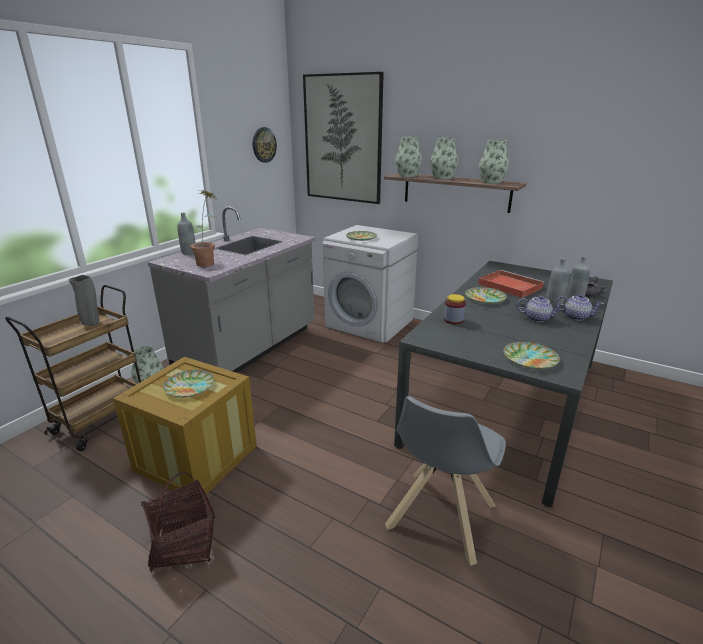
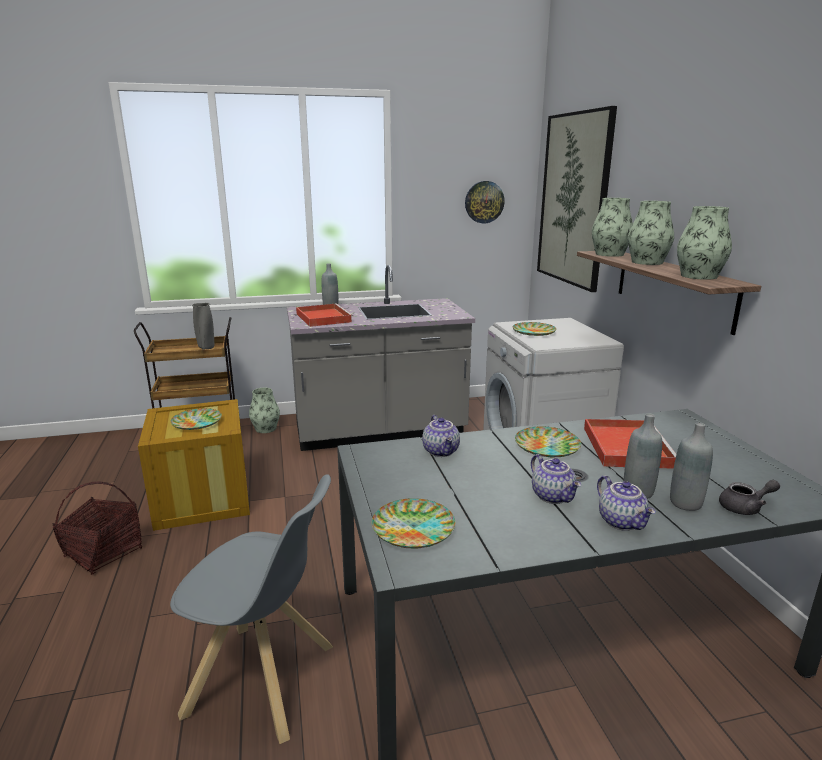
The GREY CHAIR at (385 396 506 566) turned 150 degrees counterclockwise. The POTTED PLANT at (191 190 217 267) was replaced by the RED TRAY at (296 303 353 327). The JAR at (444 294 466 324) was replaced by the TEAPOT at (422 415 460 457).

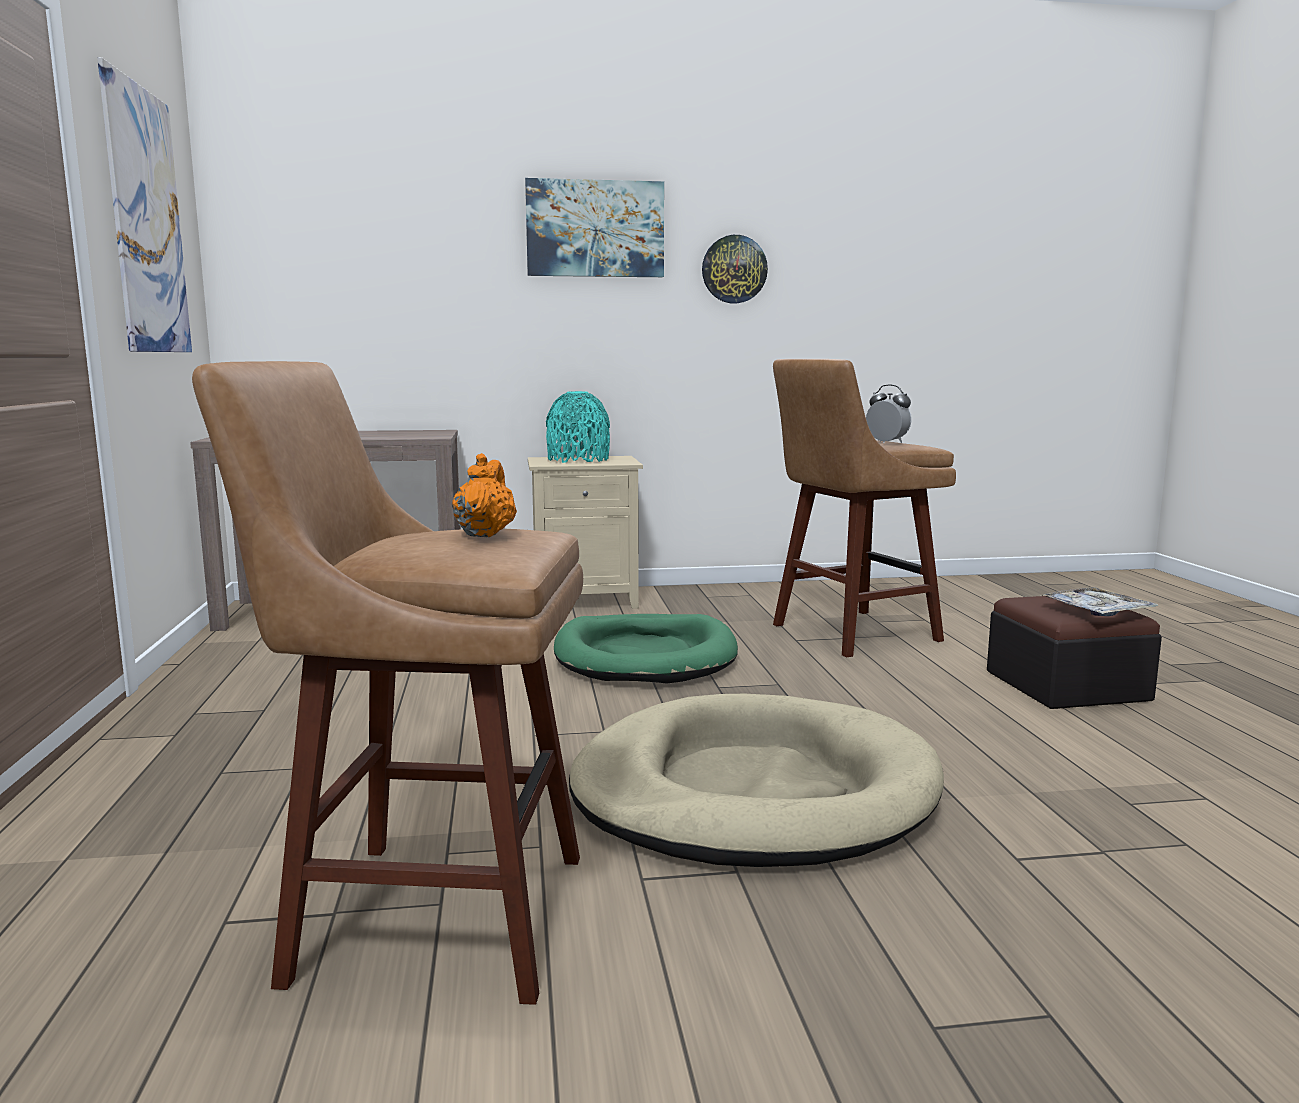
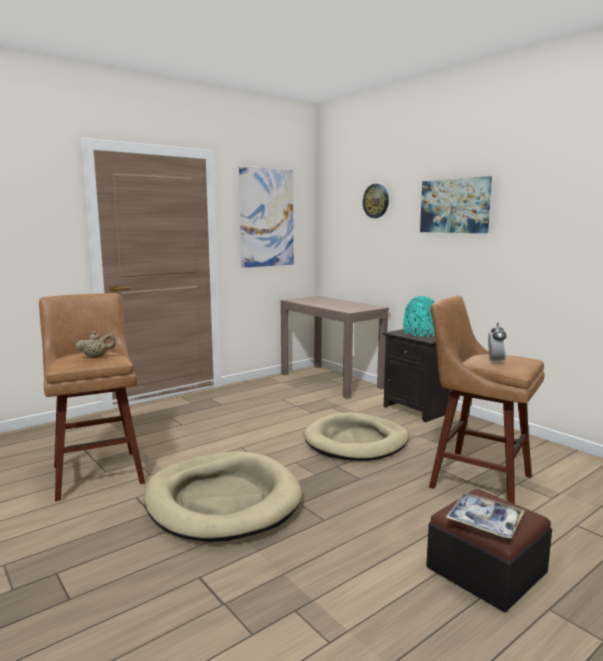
The ORANGE TEAPOT at (452 453 517 537) became the BEIGE TEAPOT at (76 331 116 358). The GREEN DOG BED at (554 614 738 683) became the BEIGE DOG BED at (303 412 409 461). The WALL CLOCK moved from (702 235 768 303) to (363 184 389 218). The BEIGE NIGHTSTAND at (528 456 643 609) became the BLACK NIGHTSTAND at (383 328 451 422).

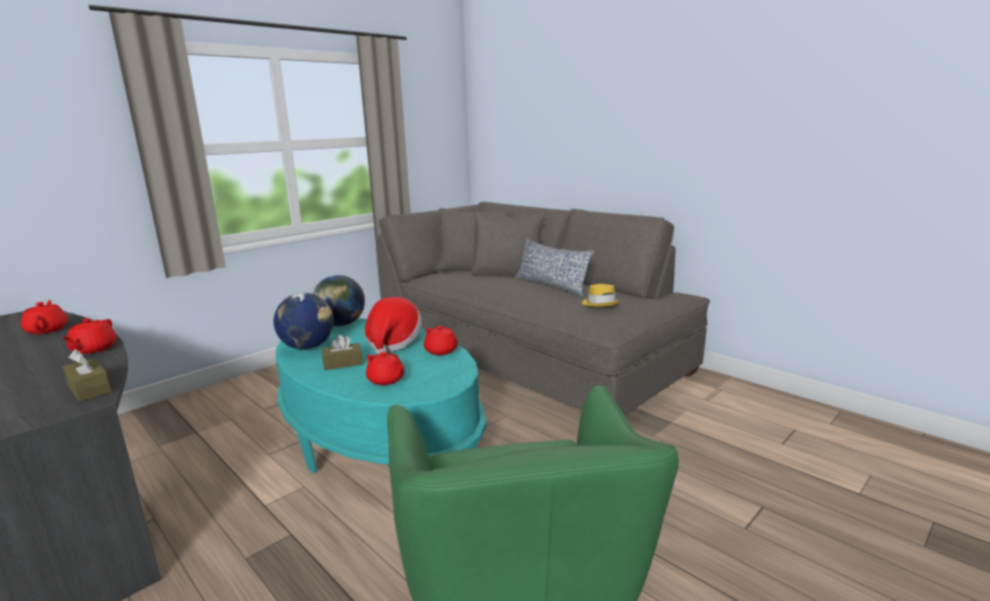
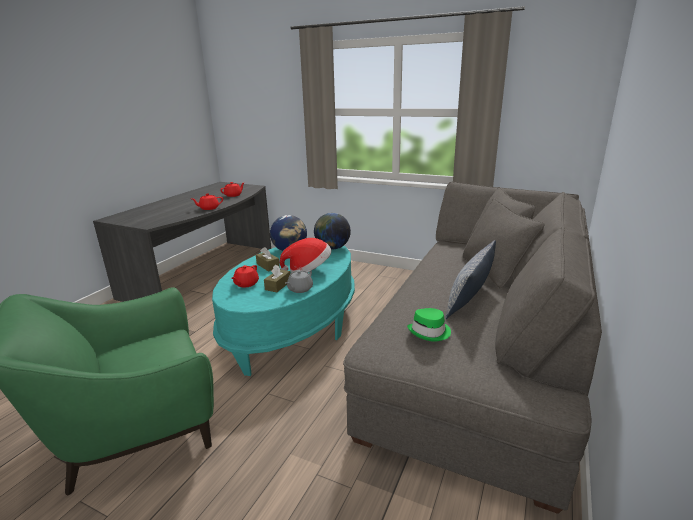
The BROWN TISSUE BOX moved from (63 349 112 402) to (264 264 290 292). The RED TEAPOT at (424 326 458 355) became the GREY TEAPOT at (285 270 313 293). The YELLOW HAT at (582 284 619 307) became the GREEN HAT at (407 308 451 342).

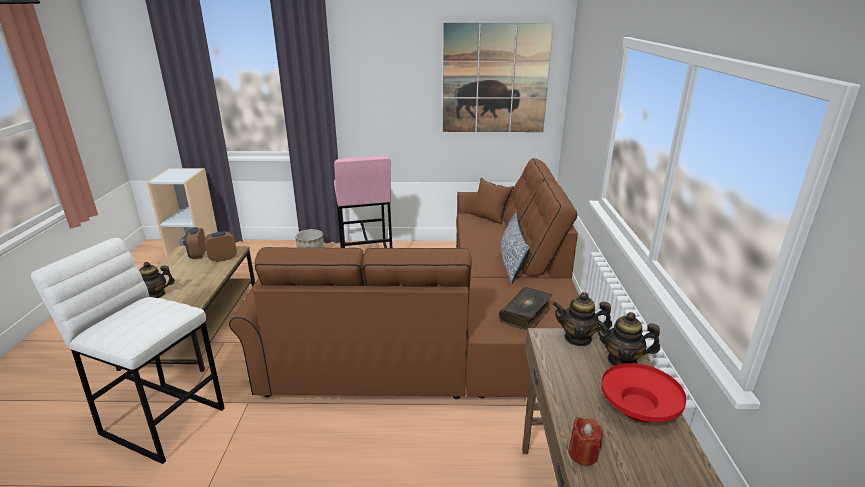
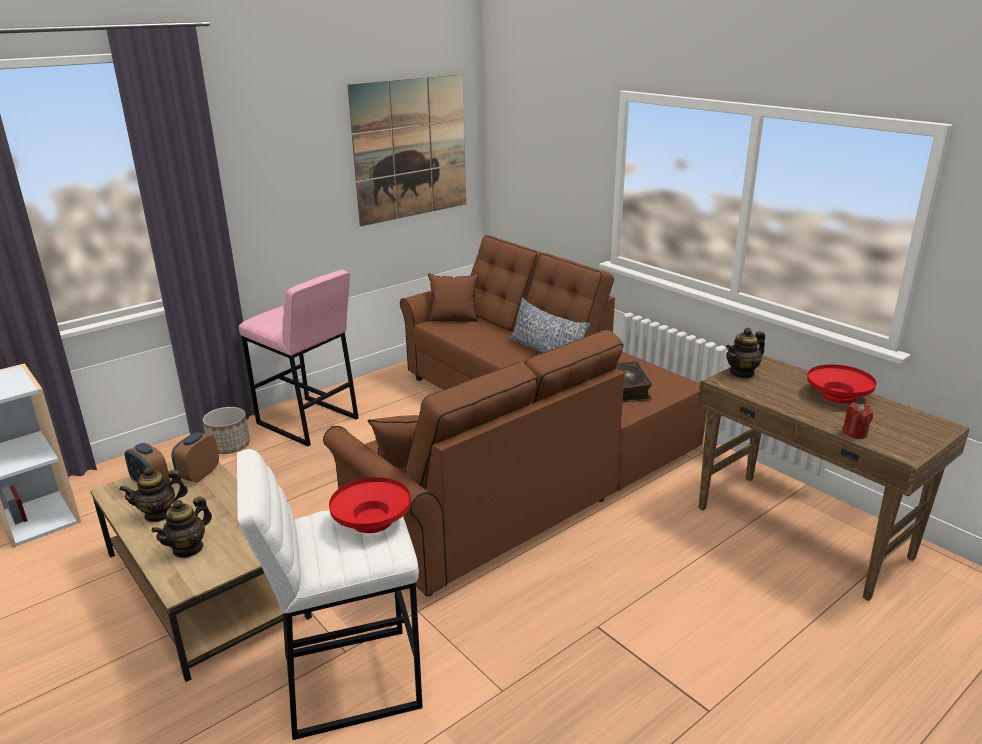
The TEAPOT moved from (596 312 660 366) to (119 467 188 522). The RED BOWL at (329 477 411 533) appeared.

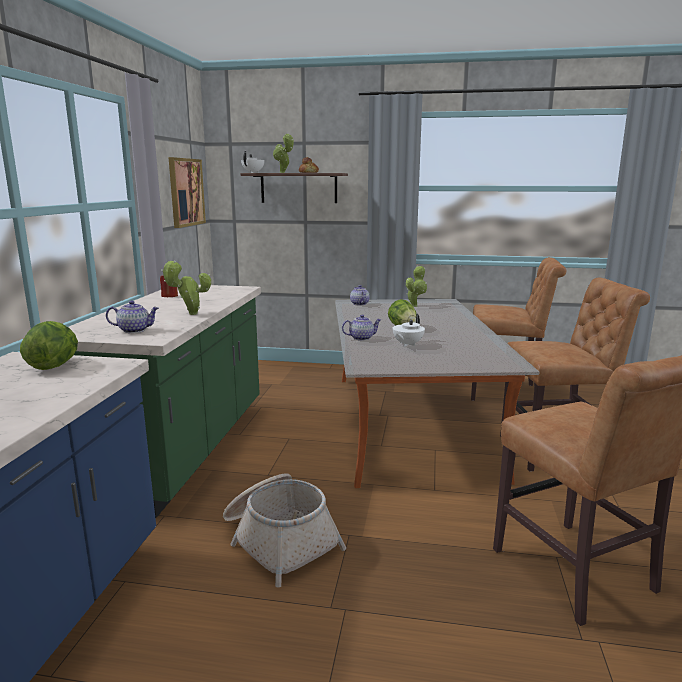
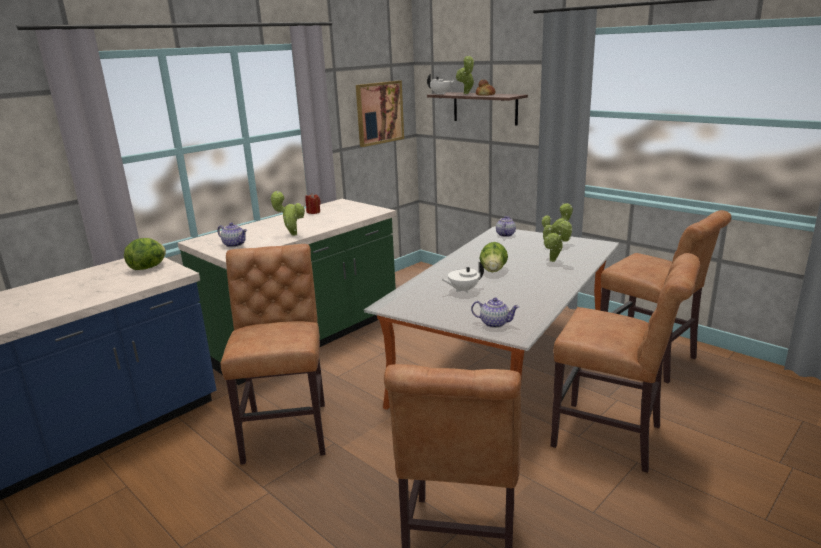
The BASKET at (223 473 346 587) was replaced by the BROWN CHAIR at (220 244 325 465). The TEAPOT moved from (342 315 381 341) to (471 298 519 328). The POTTED PLANT at (543 220 572 262) appeared.

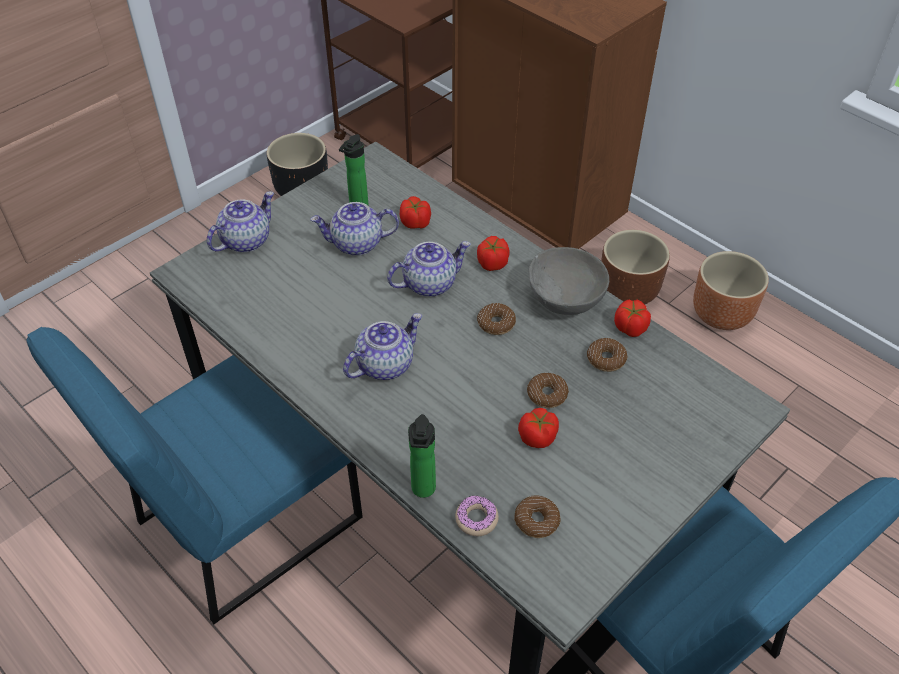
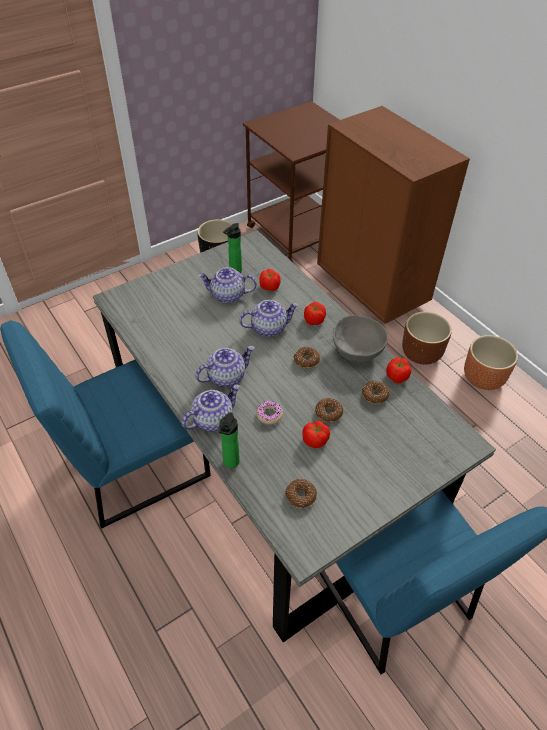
The TEAPOT moved from (207 191 274 253) to (182 385 240 431). The DONUT moved from (455 496 499 536) to (256 401 283 425).

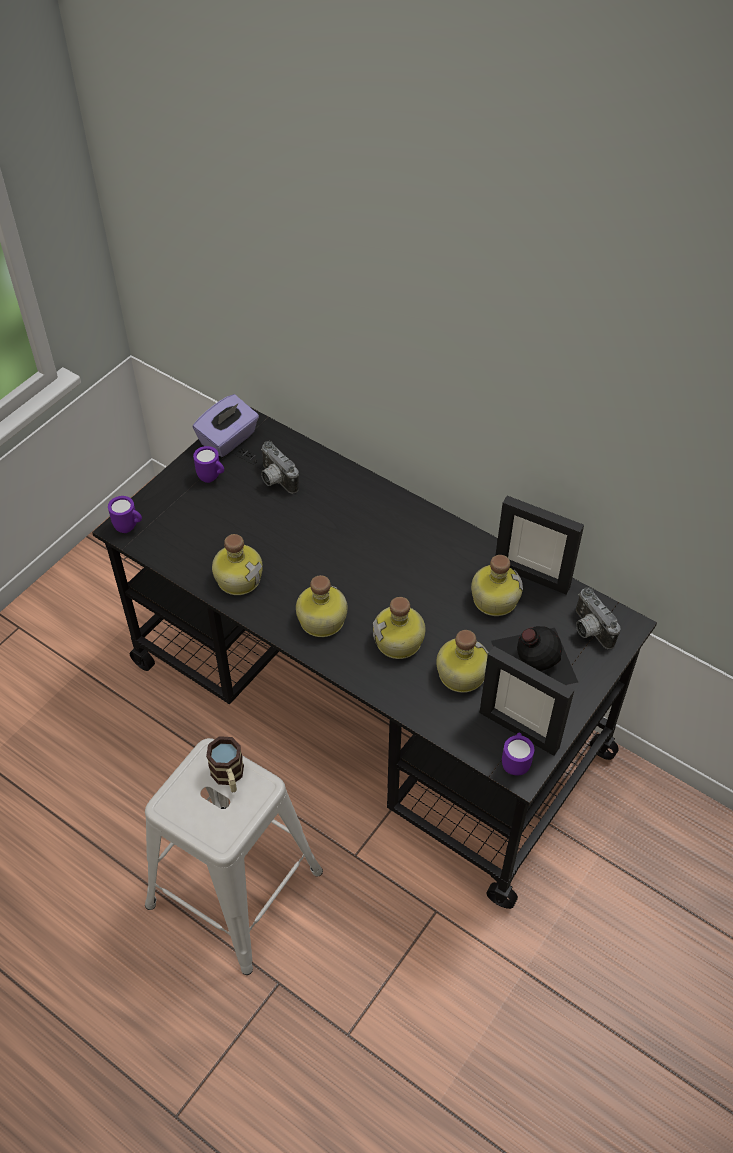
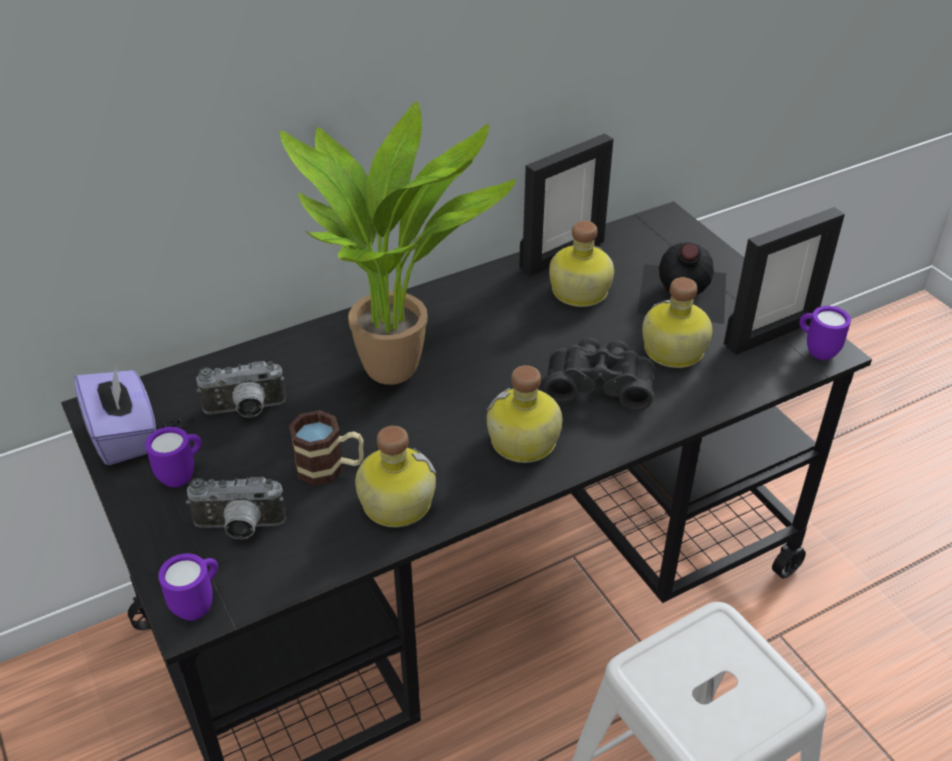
The PHOTO CAMERA moved from (576 587 621 649) to (186 477 286 539). The POTTED PLANT at (280 101 516 385) appeared. The MUG moved from (206 736 244 792) to (289 410 363 485). The BOTTLE at (373 597 426 659) was replaced by the BLACK BINOCULARS at (544 338 655 411).

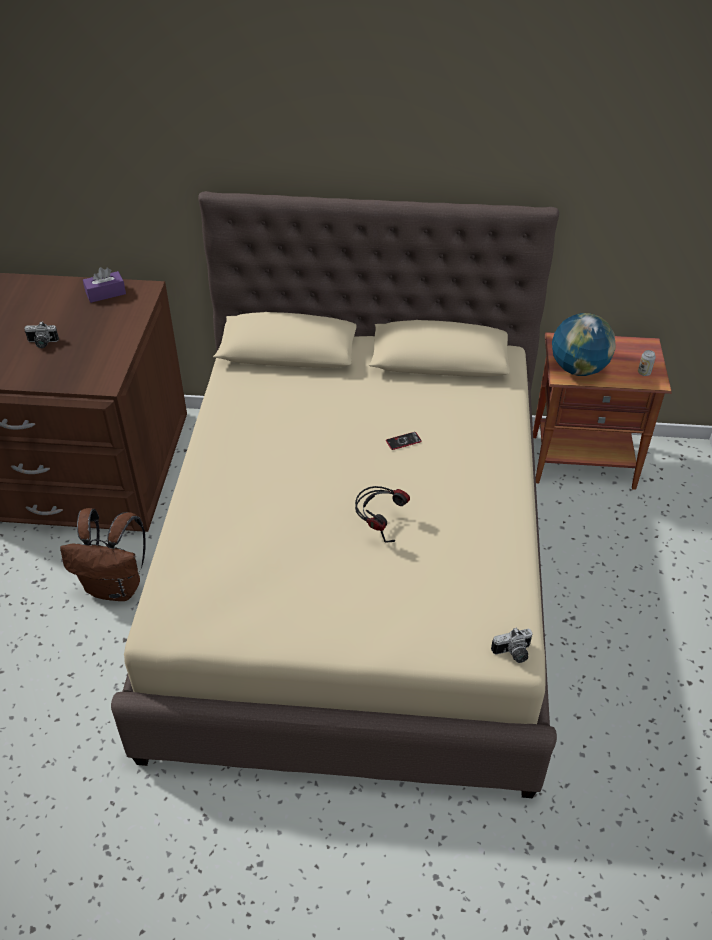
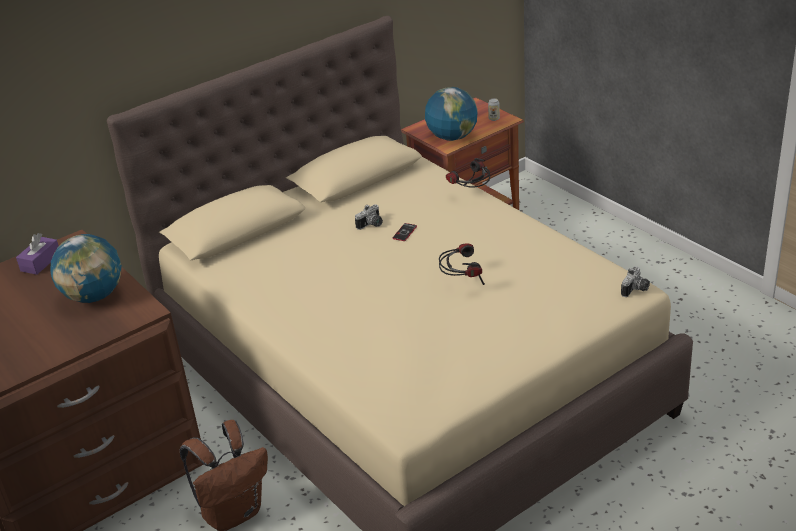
The GLOBE at (50 234 122 303) appeared. The PHOTO CAMERA moved from (24 321 59 348) to (355 204 383 230). The HEADPHONES at (446 158 490 187) appeared.

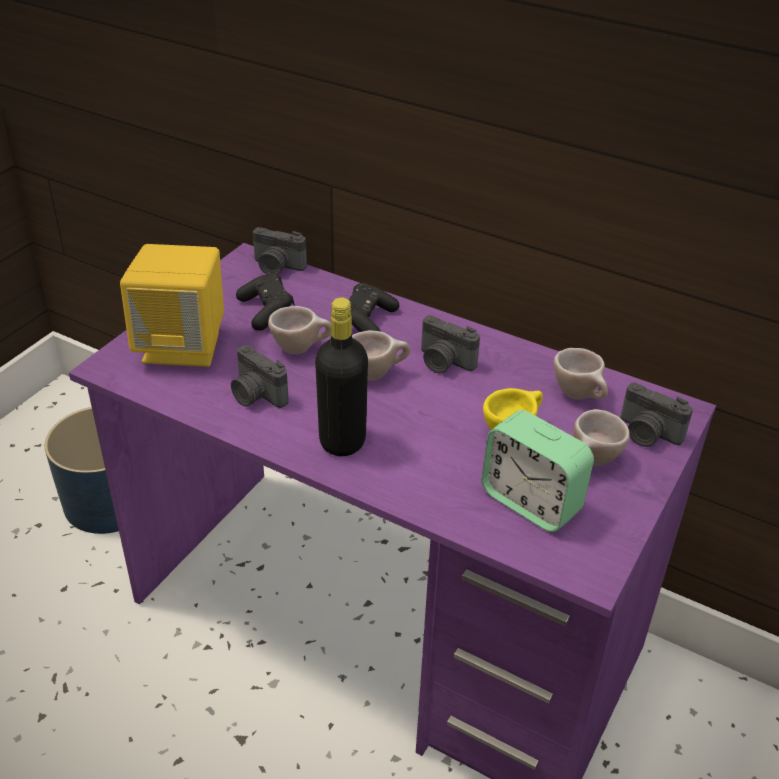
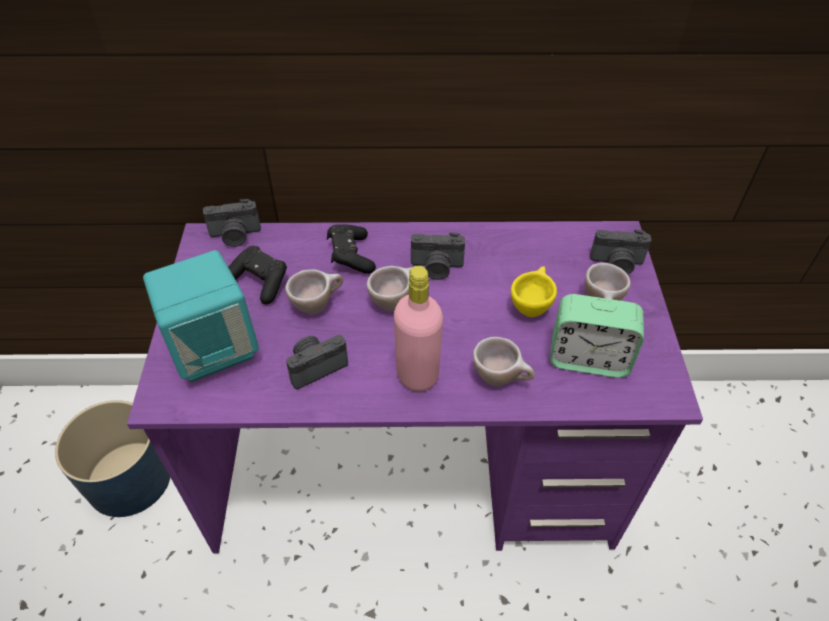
The YELLOW SPEAKER at (120 244 224 367) became the TURQUOISE SPEAKER at (143 250 259 382). The PHOTO CAMERA at (231 345 289 408) turned 135 degrees clockwise. The BLACK BOTTLE at (315 298 368 456) became the PINK BOTTLE at (394 266 443 392). The BEIGE CUP moved from (554 348 608 400) to (473 337 535 386).

